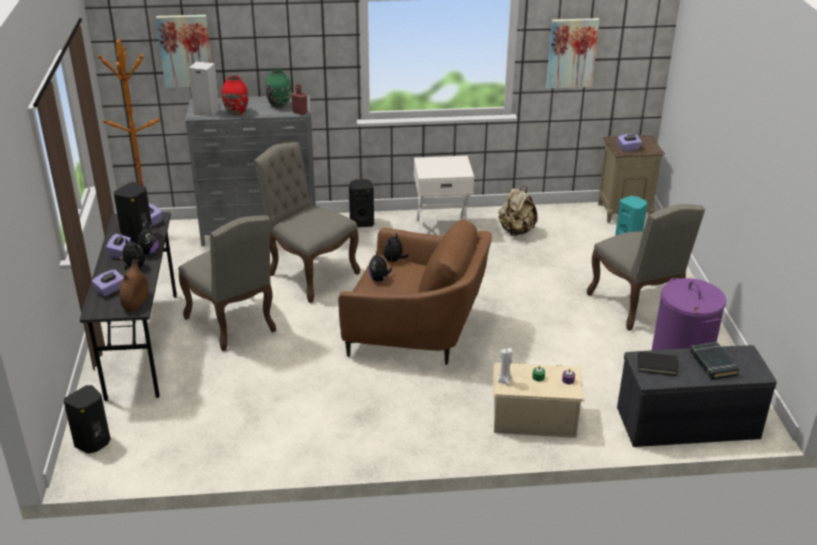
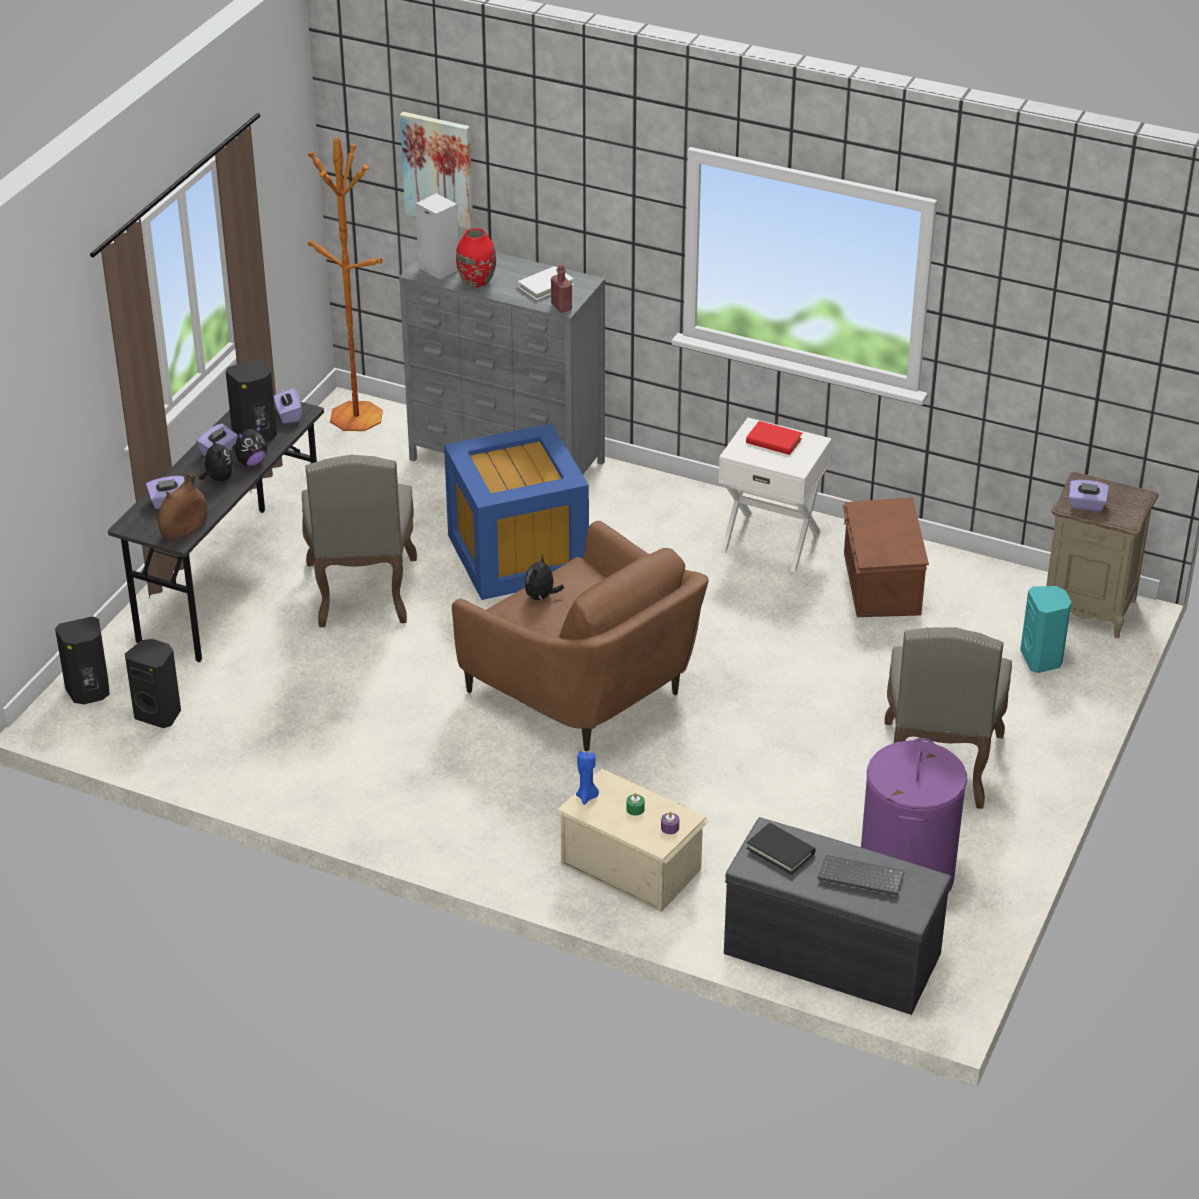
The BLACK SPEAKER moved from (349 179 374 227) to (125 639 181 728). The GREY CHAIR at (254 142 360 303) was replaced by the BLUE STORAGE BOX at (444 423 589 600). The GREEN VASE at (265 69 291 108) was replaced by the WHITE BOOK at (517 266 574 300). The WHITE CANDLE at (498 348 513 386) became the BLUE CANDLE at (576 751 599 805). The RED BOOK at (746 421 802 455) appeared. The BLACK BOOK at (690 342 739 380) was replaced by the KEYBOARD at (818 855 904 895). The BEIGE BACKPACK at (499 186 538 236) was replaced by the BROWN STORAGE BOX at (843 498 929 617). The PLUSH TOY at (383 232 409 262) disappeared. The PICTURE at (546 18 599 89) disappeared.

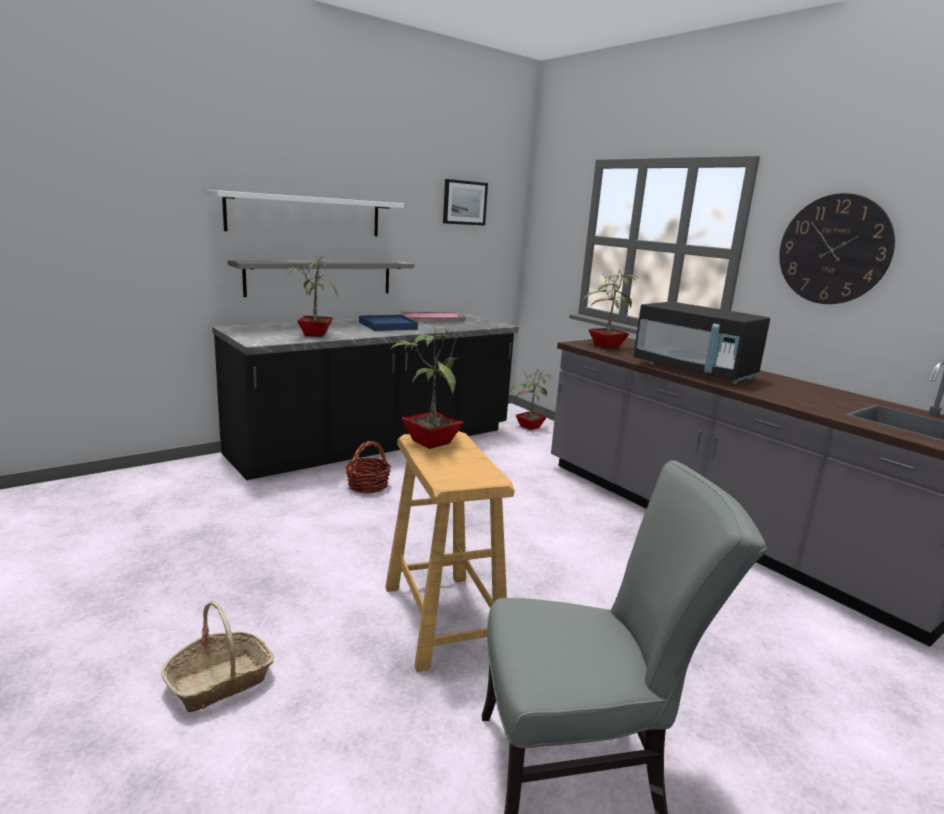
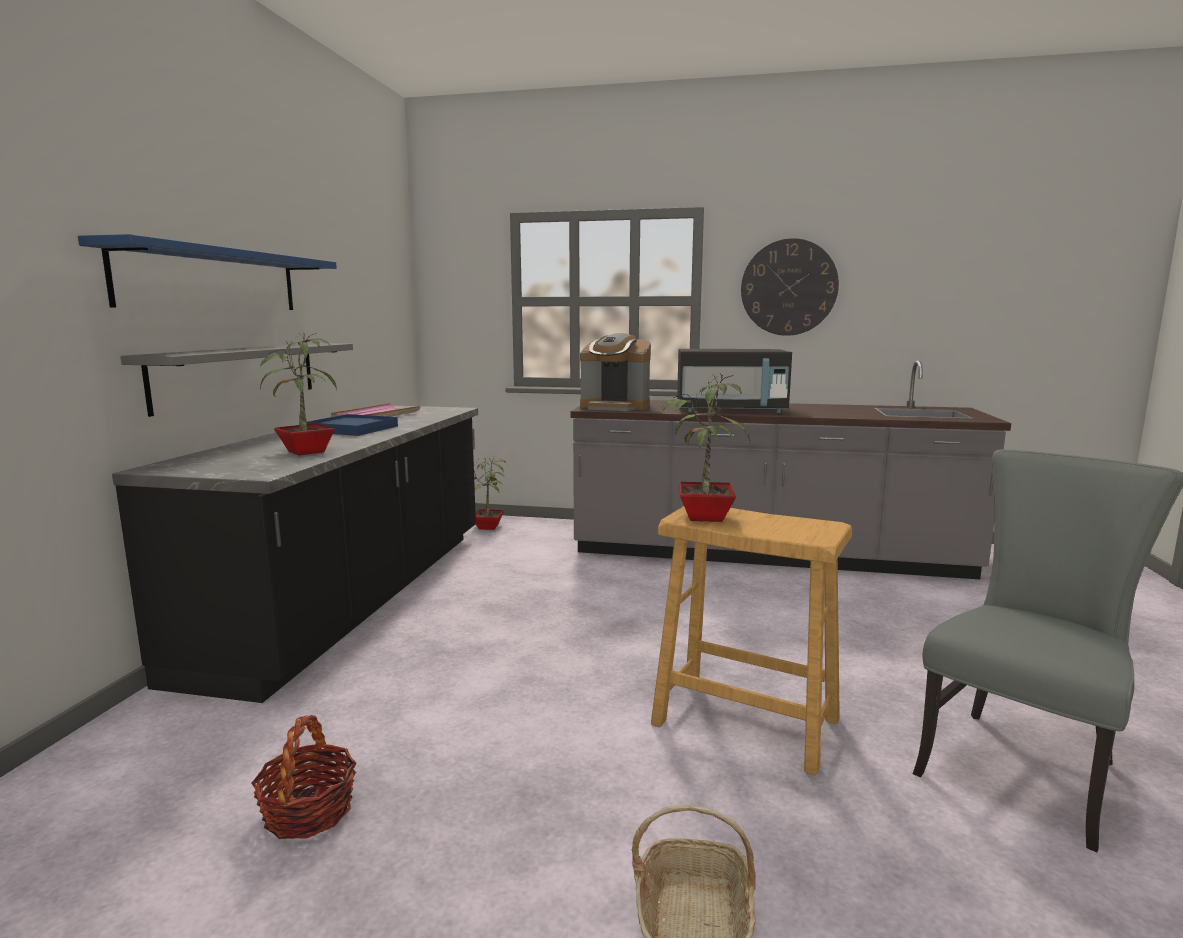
The WHITE SHELF at (207 190 404 236) became the BLUE SHELF at (78 234 337 310). The BASKET moved from (345 441 391 494) to (252 715 357 839). The POTTED PLANT at (582 271 639 349) was replaced by the COFFEE MACHINE at (580 333 651 411). The PICTURE at (443 179 488 226) disappeared.

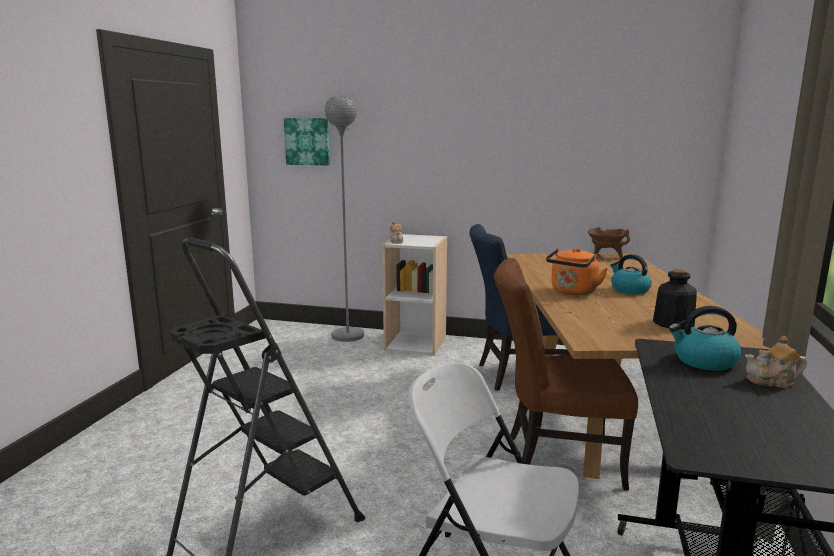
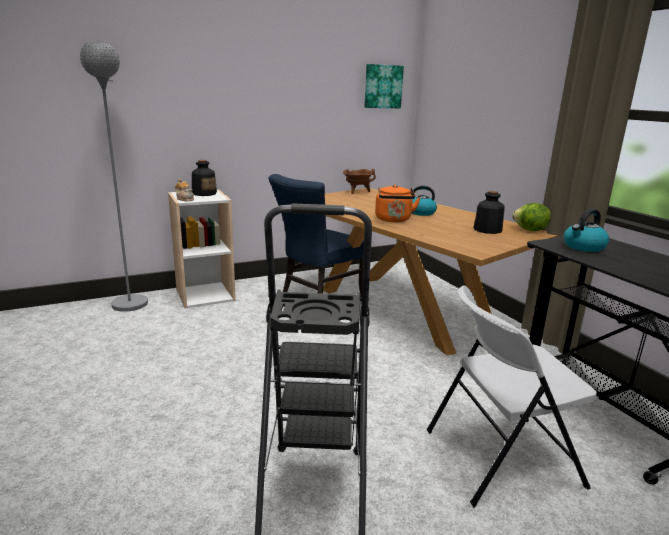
The BOTTLE at (192 160 217 196) appeared. The PICTURE moved from (284 118 330 165) to (364 64 404 108). The LETTUCE at (512 203 551 231) appeared. The BROWN CHAIR at (494 258 638 490) disappeared. The TEAPOT at (745 336 807 388) disappeared.

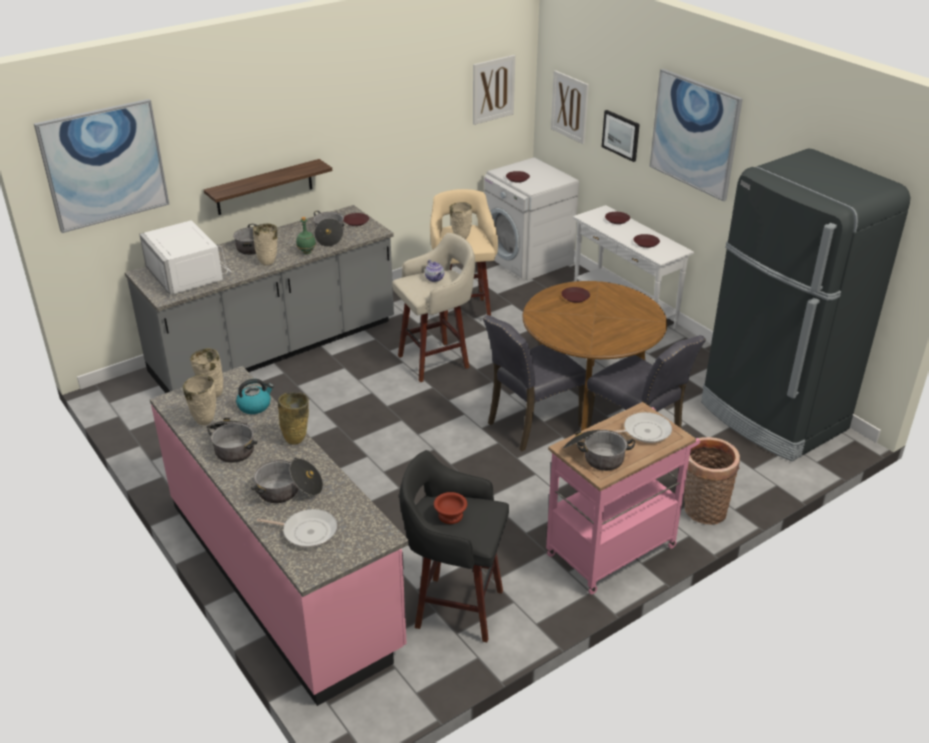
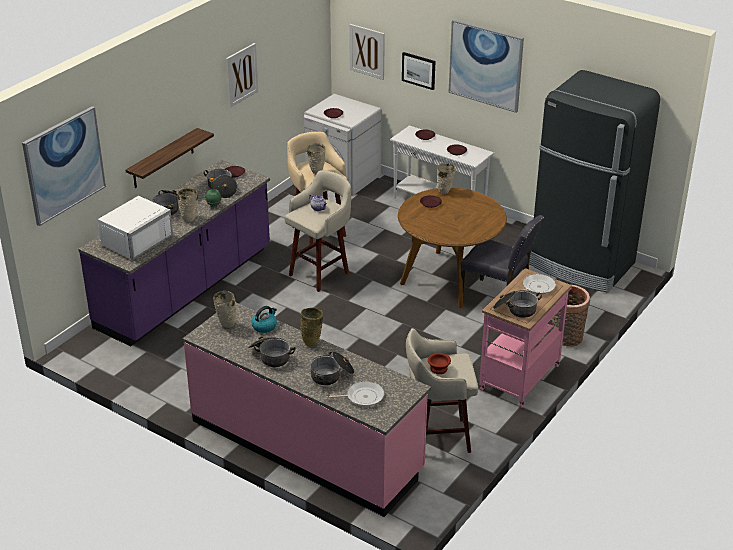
The GREY COUNTER at (125 205 394 393) became the PURPLE COUNTER at (78 160 270 347). The WHITE MICROWAVE at (139 220 232 295) turned 90 degrees counterclockwise. The PICTURE moved from (473 55 515 125) to (226 43 258 108). The BLACK STOOL at (399 450 509 642) became the BEIGE STOOL at (406 328 478 453). The BEIGE VASE moved from (183 375 216 426) to (437 163 455 194). The GREY CHAIR at (483 315 586 451) disappeared.

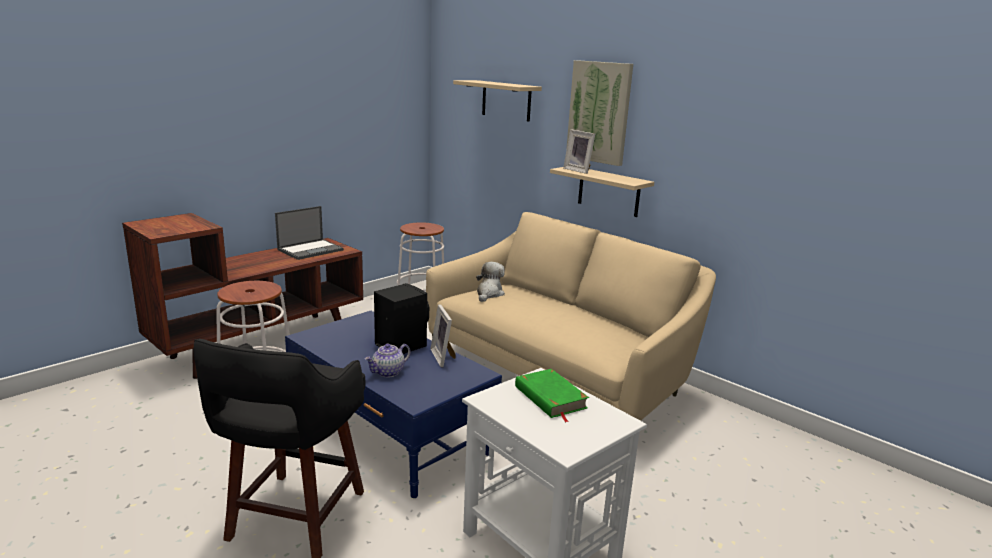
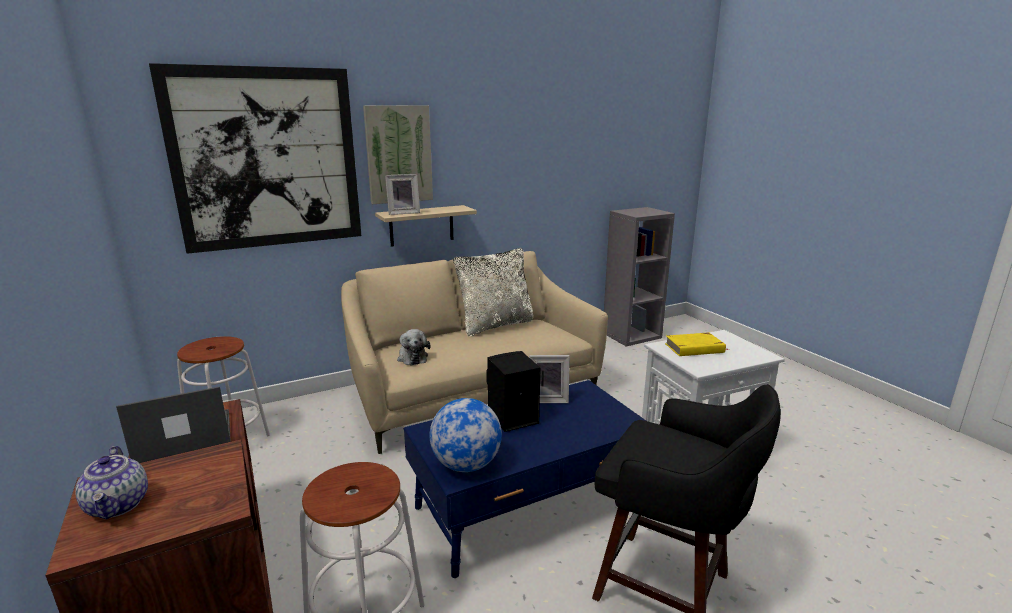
The TEAPOT moved from (365 344 411 377) to (75 446 148 519). The LAPTOP at (275 206 344 260) turned 90 degrees counterclockwise. The BEIGE SHELF at (453 80 542 122) was replaced by the PICTURE at (149 63 361 254). The PLUSH TOY at (476 262 505 302) turned 150 degrees counterclockwise. The GLOBE at (430 398 502 472) appeared. The BEIGE PILLOW at (453 248 533 336) appeared. The GREY BOOKCASE at (604 207 675 347) appeared. The GREEN BOOK at (515 369 589 422) became the YELLOW BOOK at (665 333 729 356).

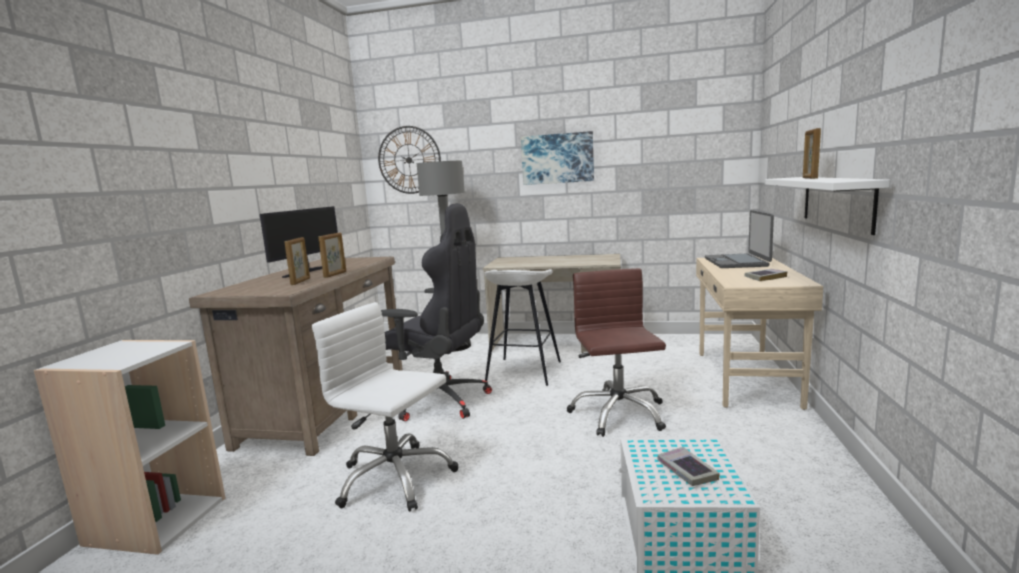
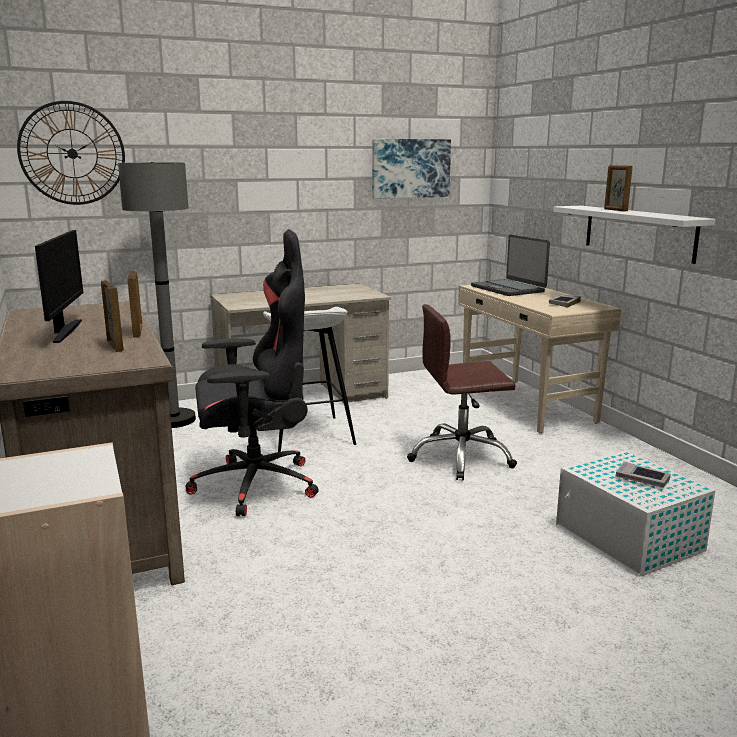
The PICTURE moved from (521 131 594 185) to (372 139 451 199). The BROWN OFFICE CHAIR at (567 268 666 437) turned 60 degrees counterclockwise. The WHITE OFFICE CHAIR at (312 302 459 512) disappeared.

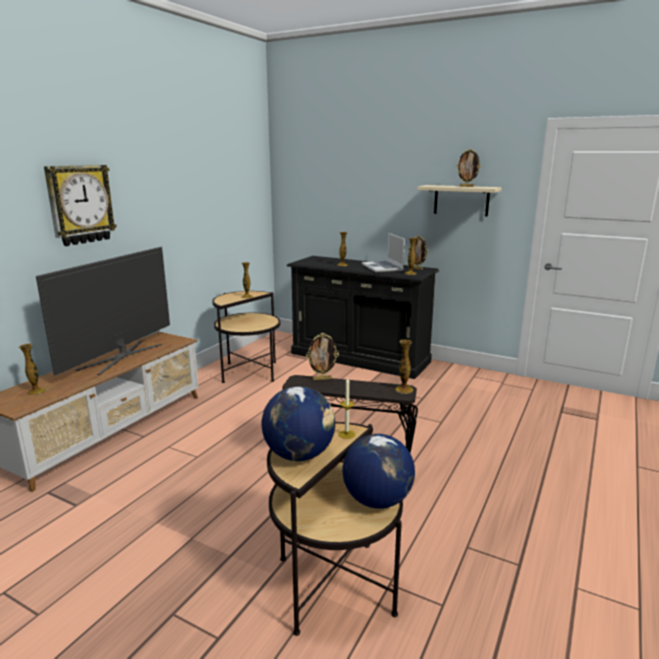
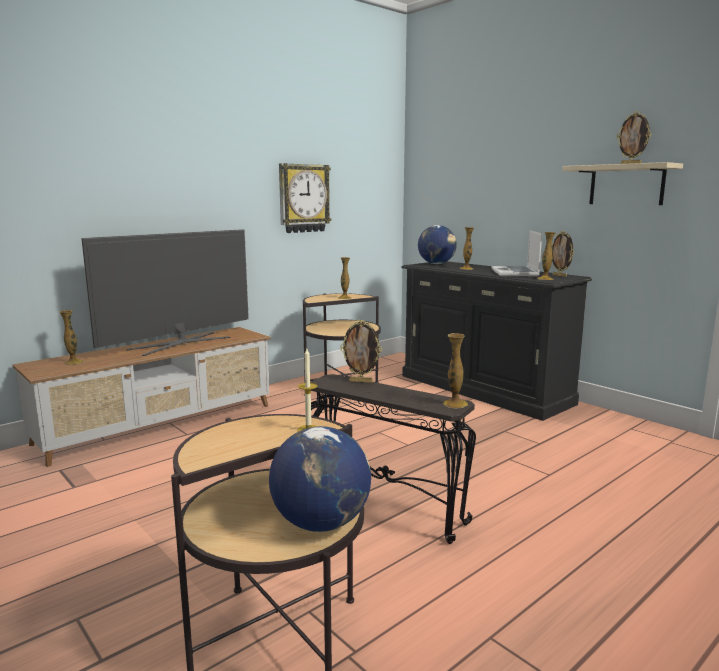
The WALL CLOCK moved from (44 165 117 246) to (279 163 331 233). The GLOBE moved from (261 386 335 461) to (418 225 457 264).

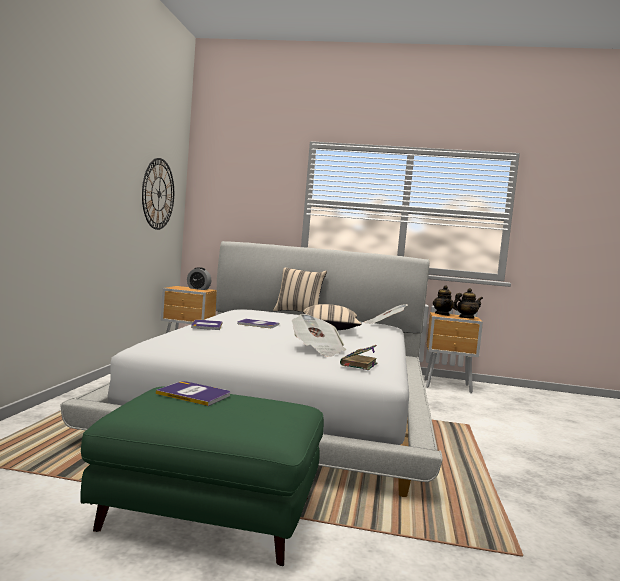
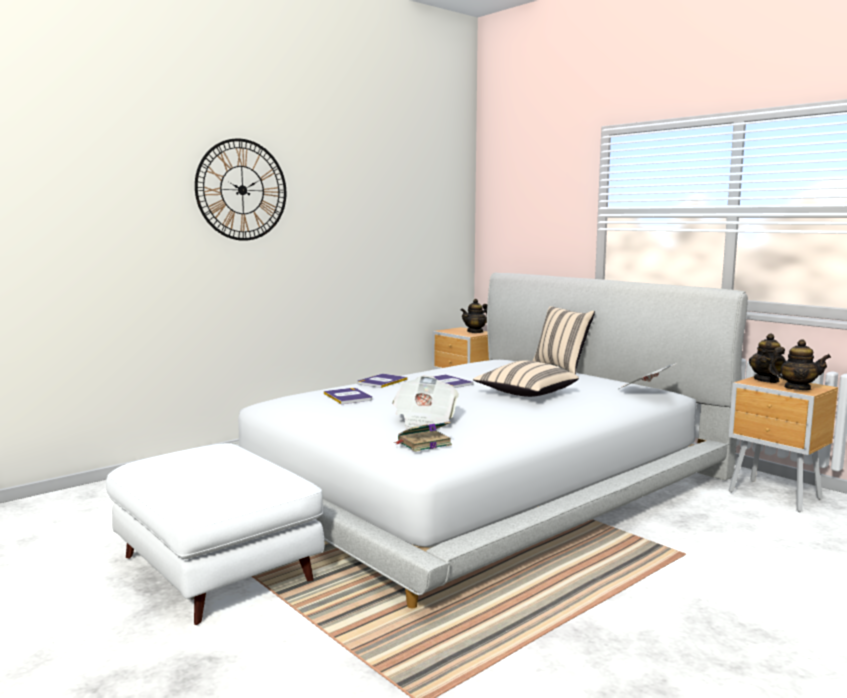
The GREEN OTTOMAN at (80 386 324 566) became the WHITE OTTOMAN at (106 443 325 625). The WALL CLOCK moved from (142 158 174 230) to (195 138 286 241). The BOOK moved from (156 381 230 406) to (324 388 372 404). The ALARM CLOCK at (187 267 211 290) was replaced by the TEAPOT at (461 299 487 333).

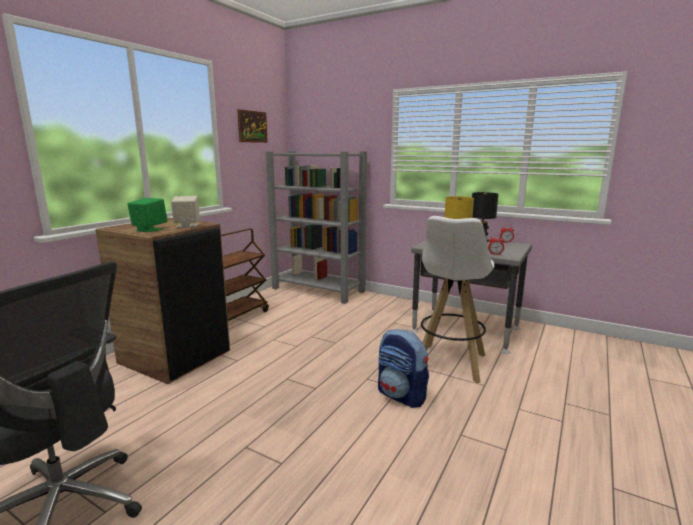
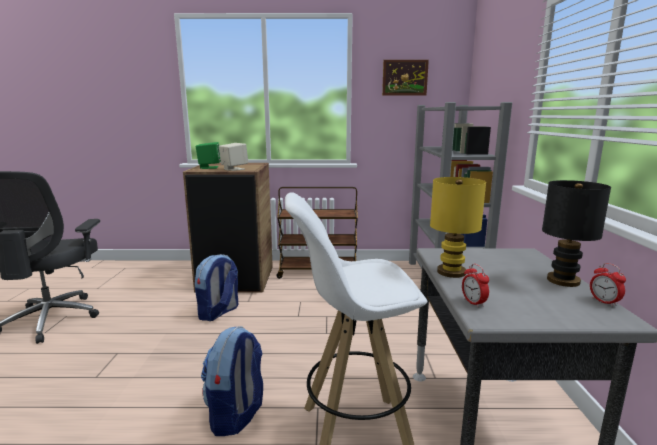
The BACKPACK at (195 254 238 321) appeared.

